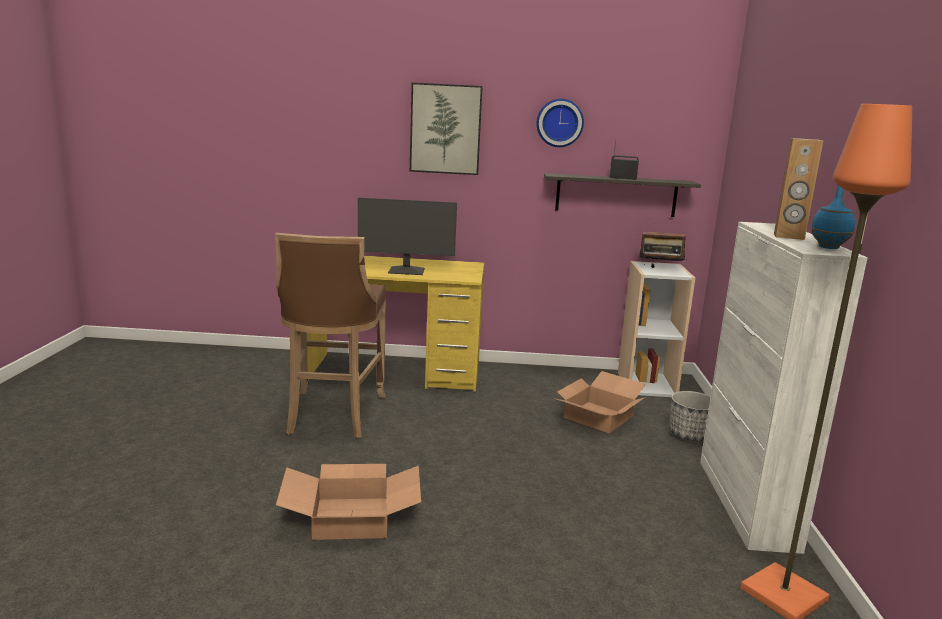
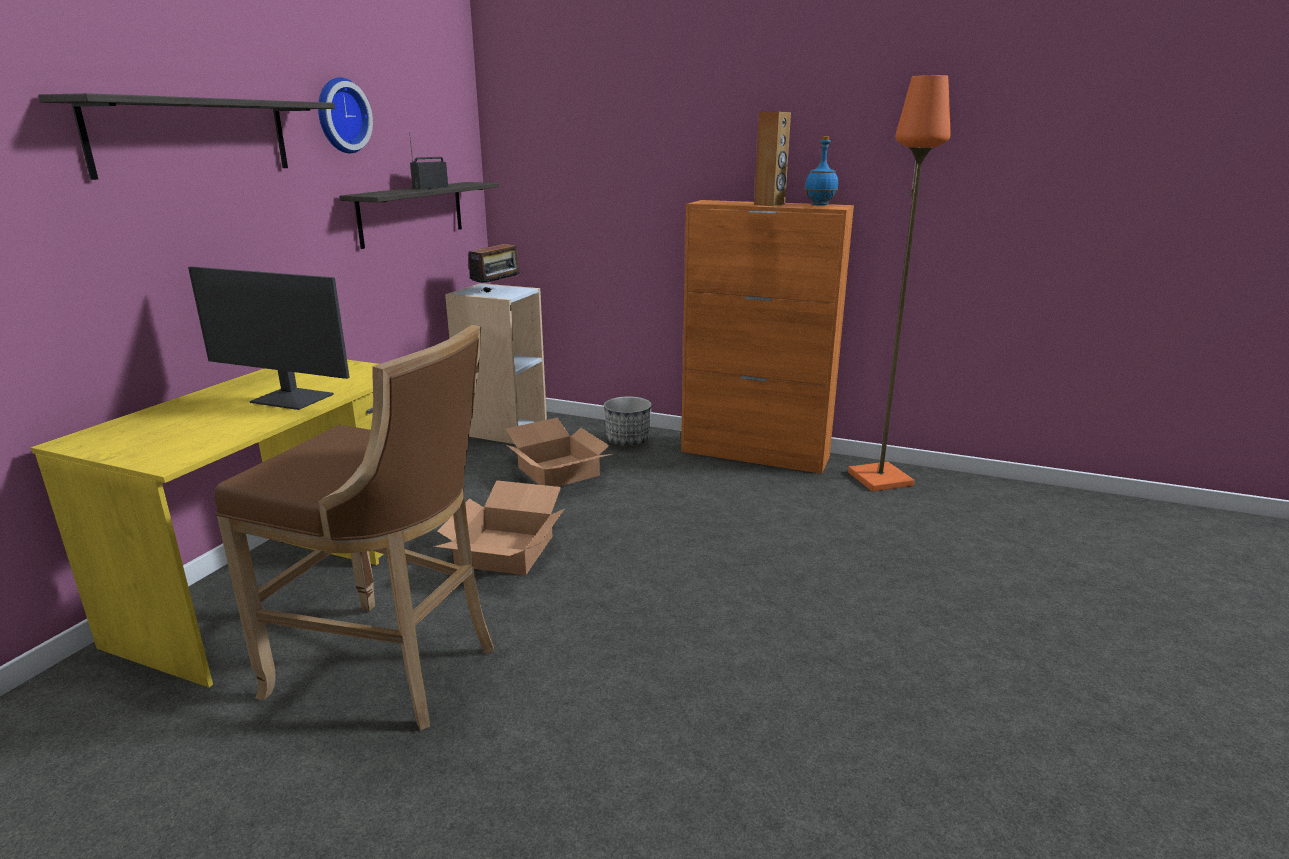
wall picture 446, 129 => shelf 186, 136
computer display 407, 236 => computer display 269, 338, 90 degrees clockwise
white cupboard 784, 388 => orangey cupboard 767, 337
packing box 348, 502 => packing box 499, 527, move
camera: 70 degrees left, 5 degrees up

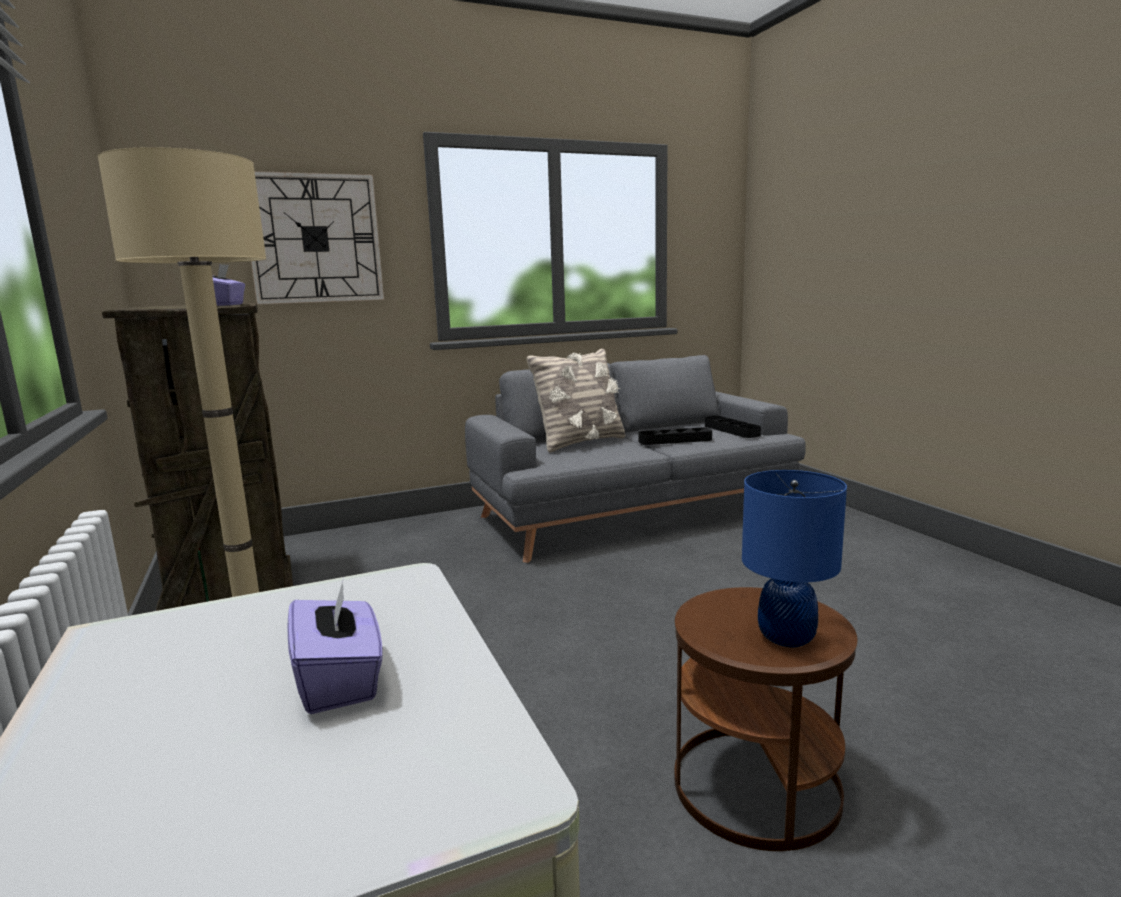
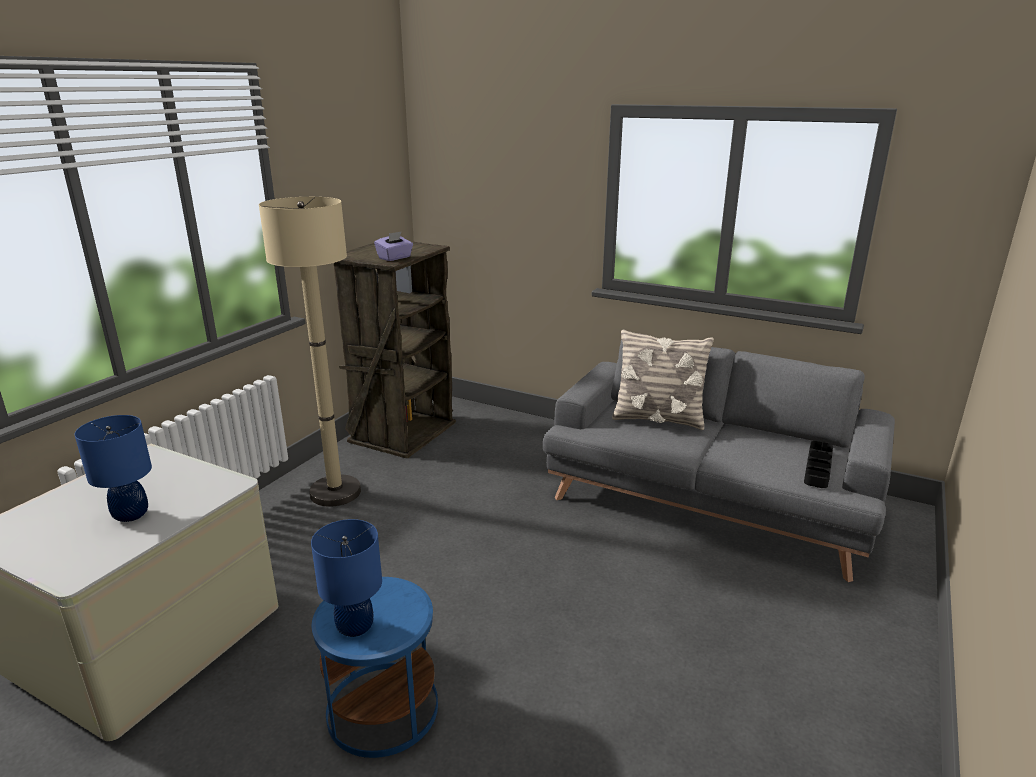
hanging clock 317, 238 => nothing
blackish serving tray 675, 436 => nothing
purple-coloured tissue box 334, 646 => bluish tabletop lamp 113, 468
brownish accent table 765, 719 => bluish accent table 375, 667
camera: 50 degrees right, 10 degrees up

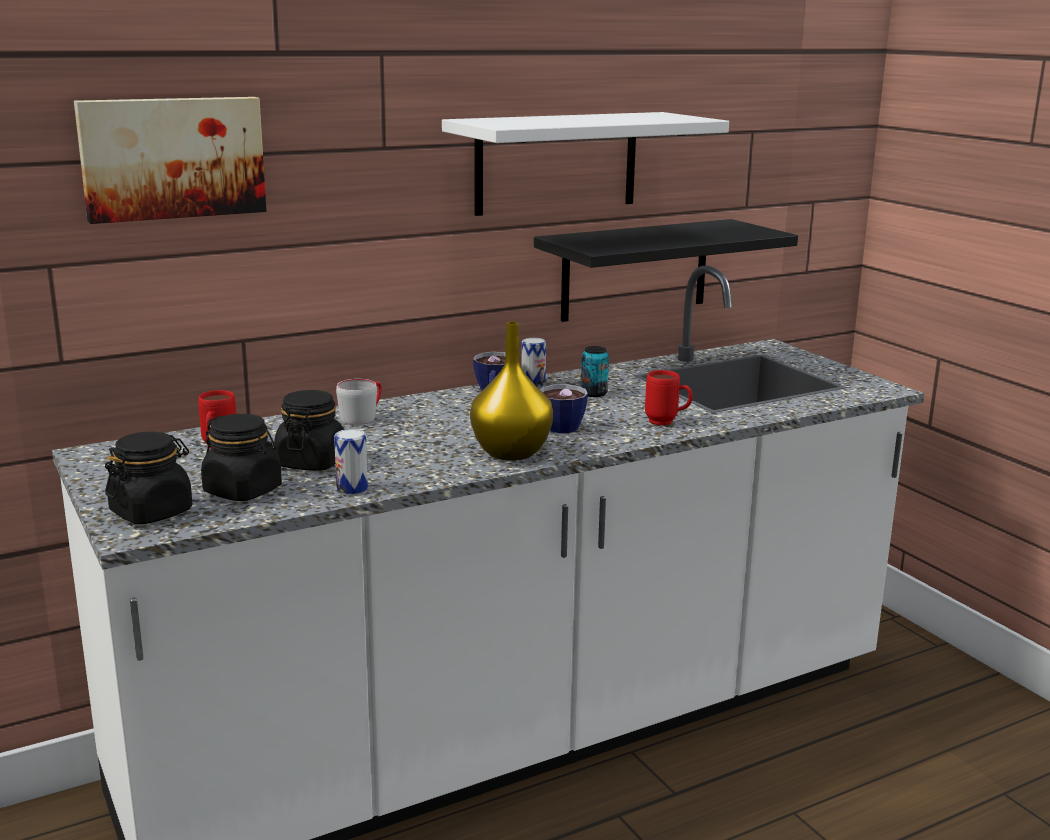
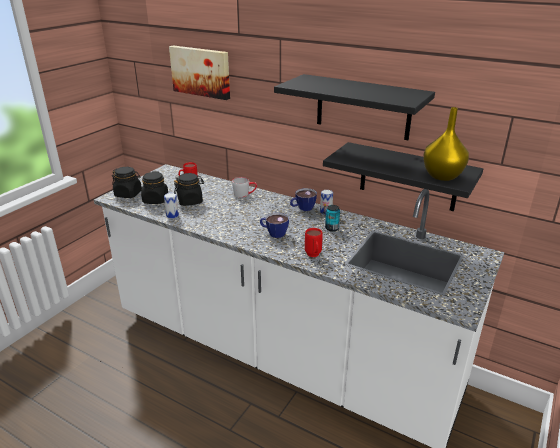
white shelf 585, 164 => blackish shelf 354, 107
yellow-coloured vase 511, 391 => yellow-coloured vase 446, 144, move
camera: 60 degrees right, 10 degrees up

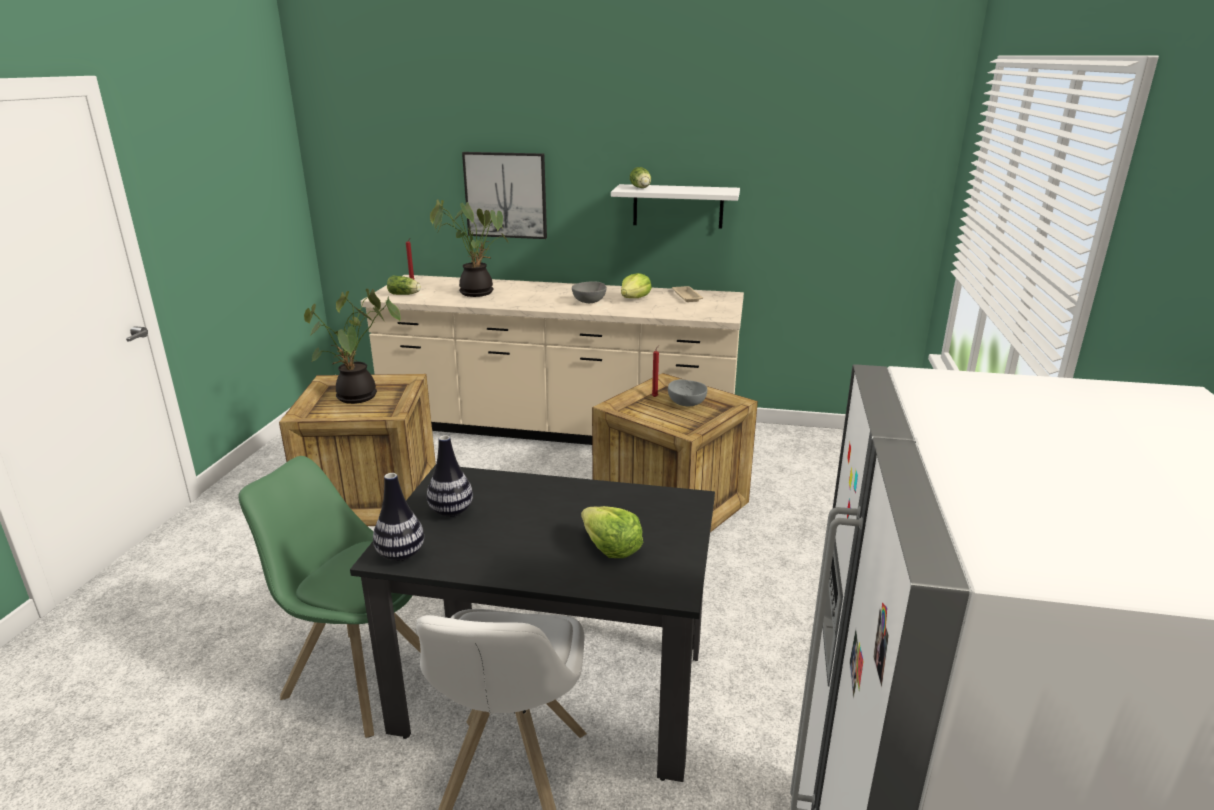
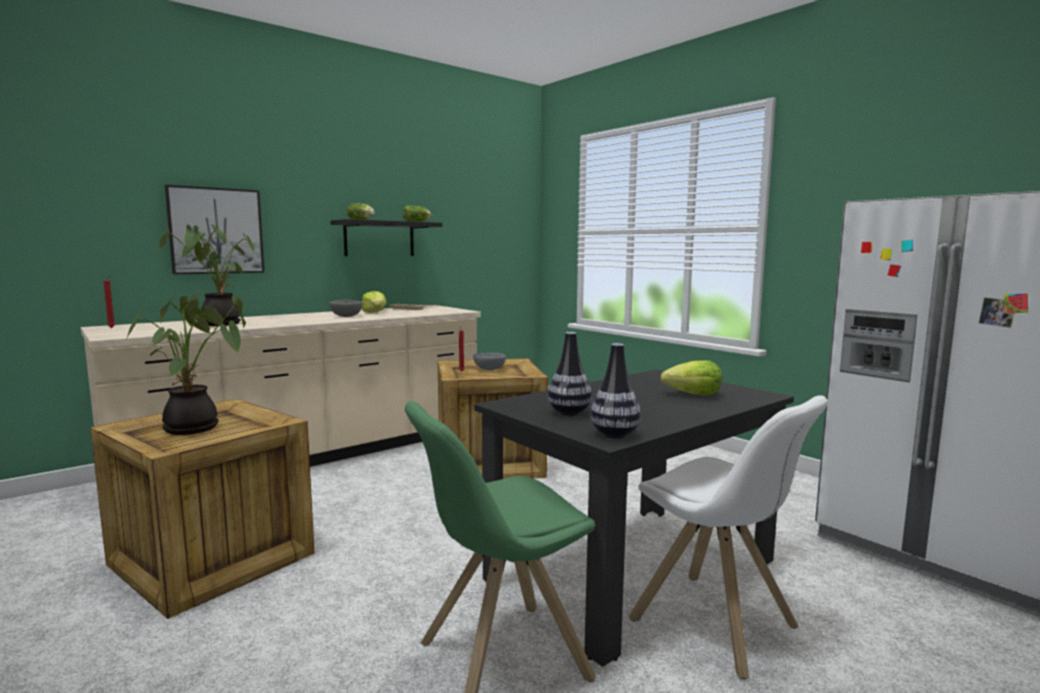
white shelf 675, 206 => blackish shelf 386, 237
head of lettuce 404, 285 => head of lettuce 417, 213, move
camera: 50 degrees left, 15 degrees down

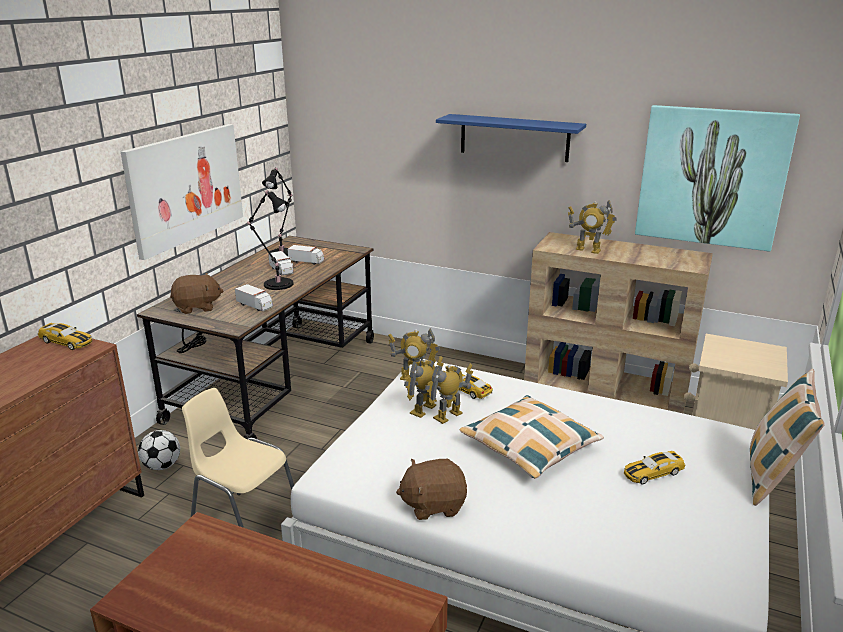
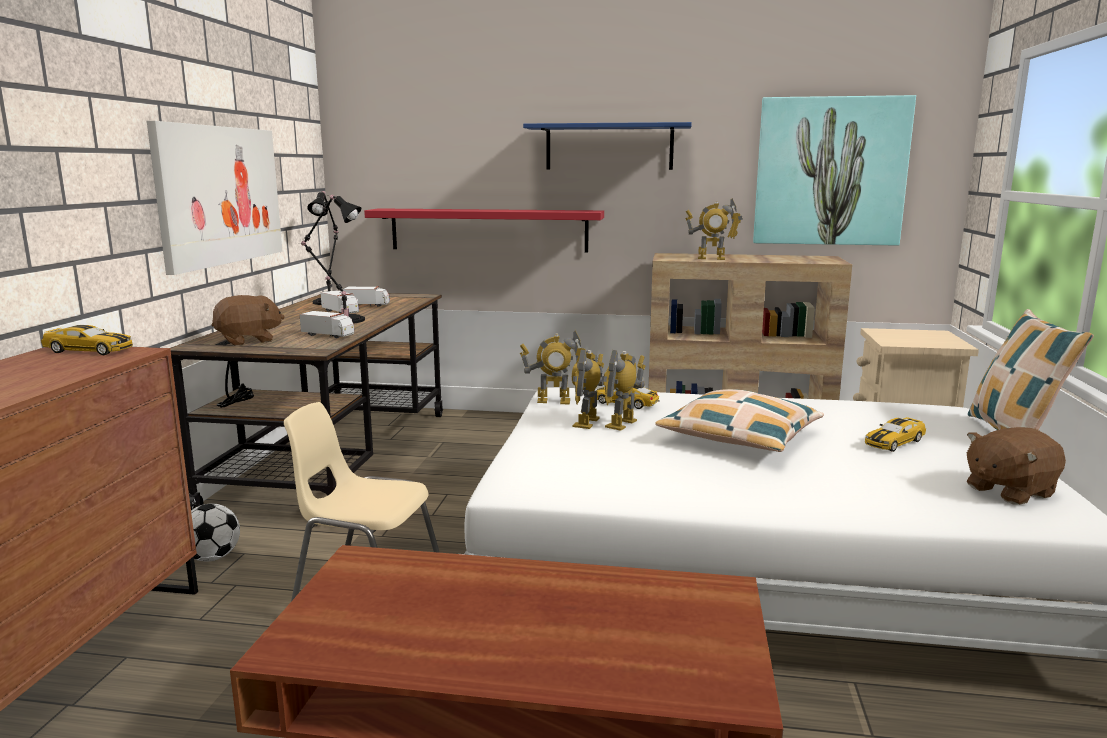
brownish soft toy 431, 489 => brownish soft toy 1016, 466, move
nothing => red shelf 484, 230
camera: 15 degrees left, 10 degrees down

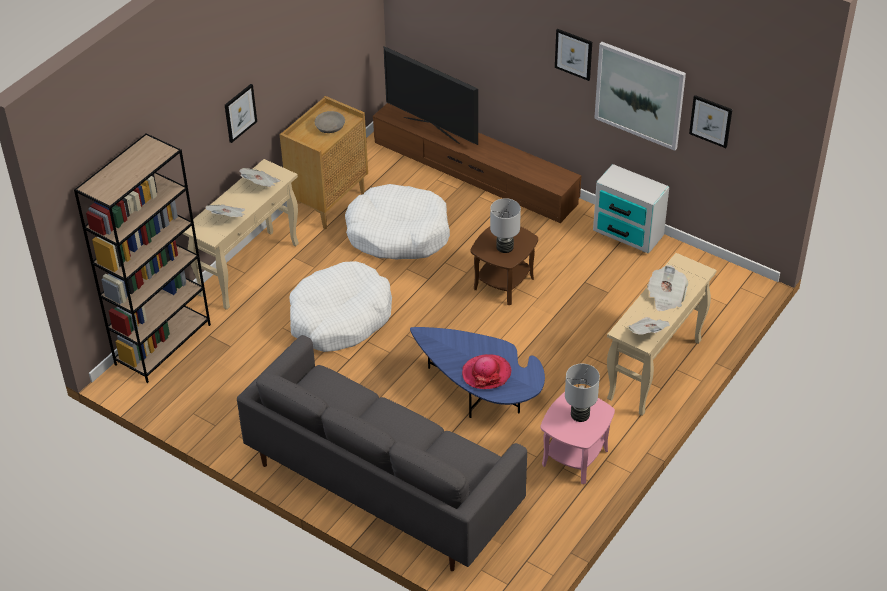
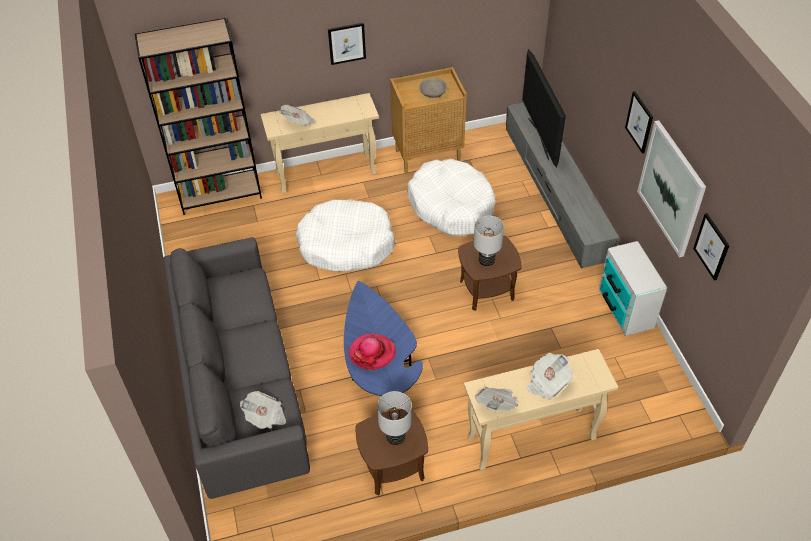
brownish tv stand 477, 163 => greyish tv stand 562, 185
daily paper 259, 177 => daily paper 263, 410, move
pink accent table 577, 438 => brownish accent table 391, 452
camera: 40 degrees right, 5 degrees up

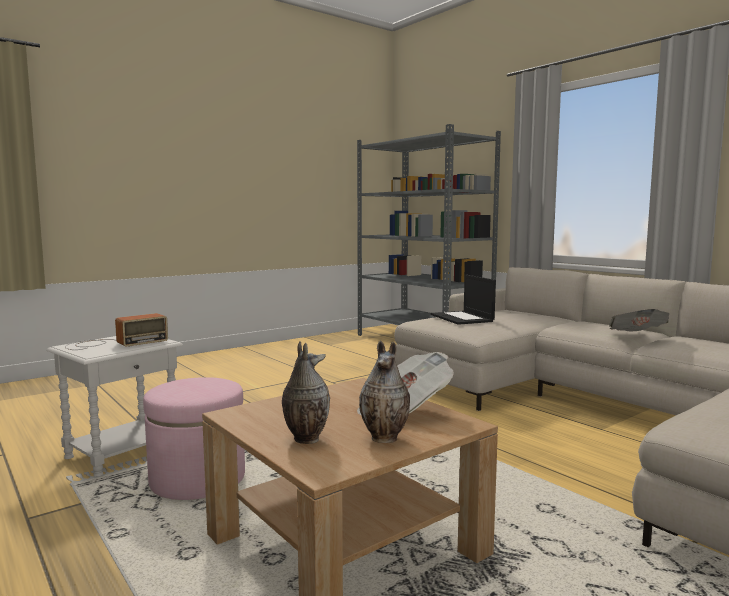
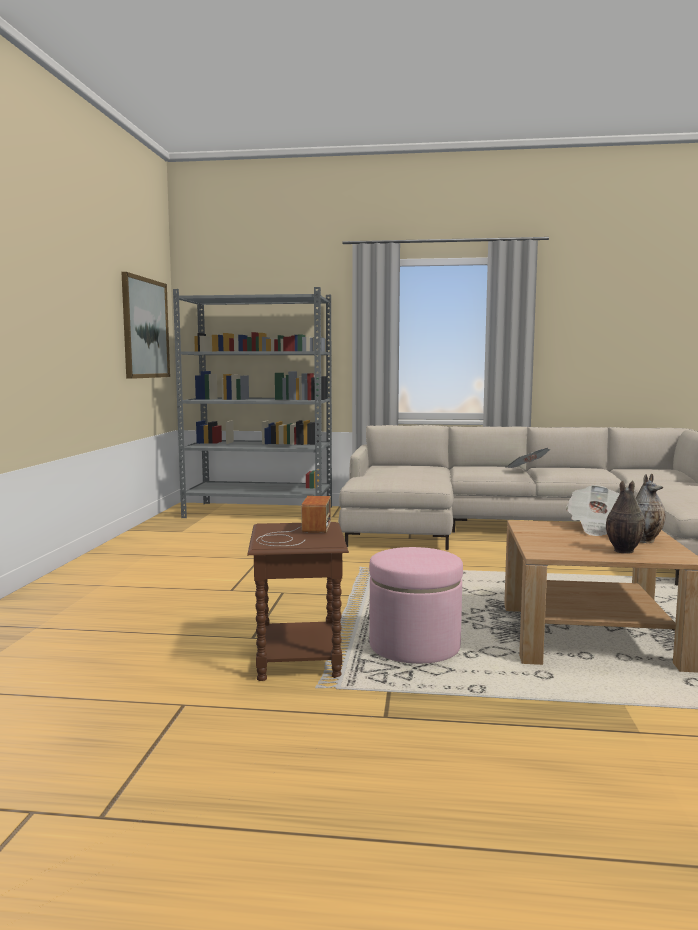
laptop 463, 299 => nothing
white accent table 114, 406 => brownish accent table 298, 601
nothing => wall picture 145, 325
camera: 45 degrees left, 0 degrees up

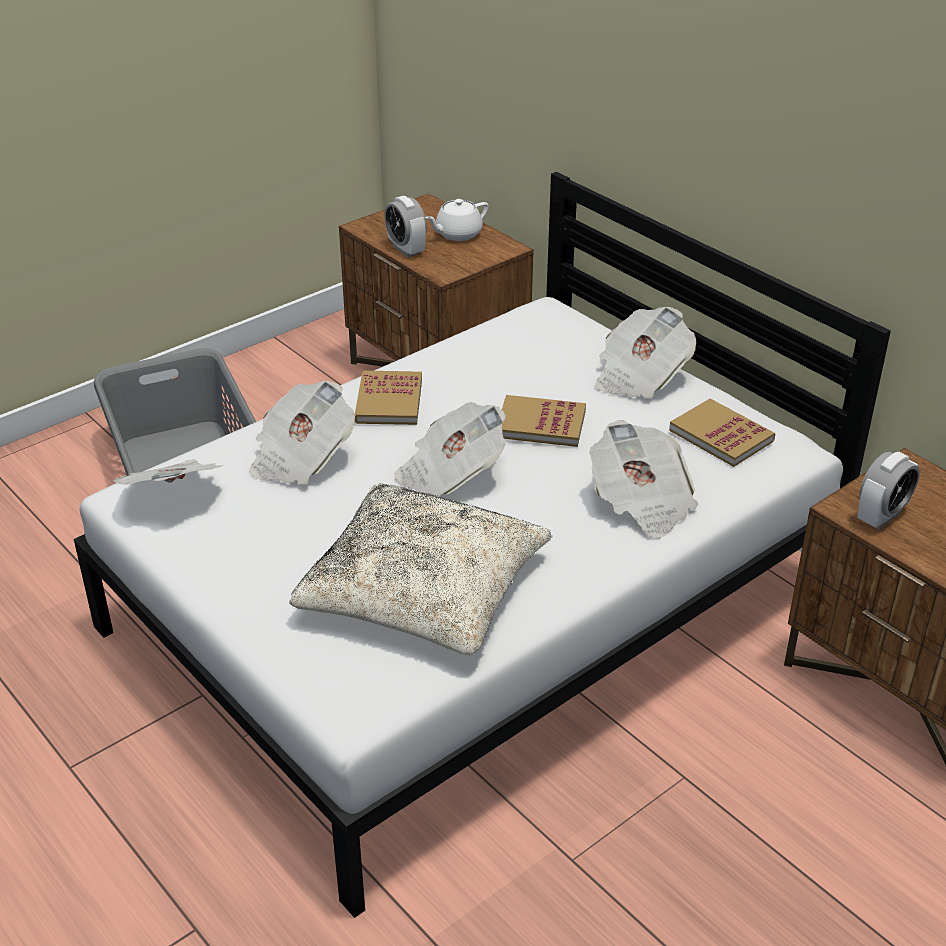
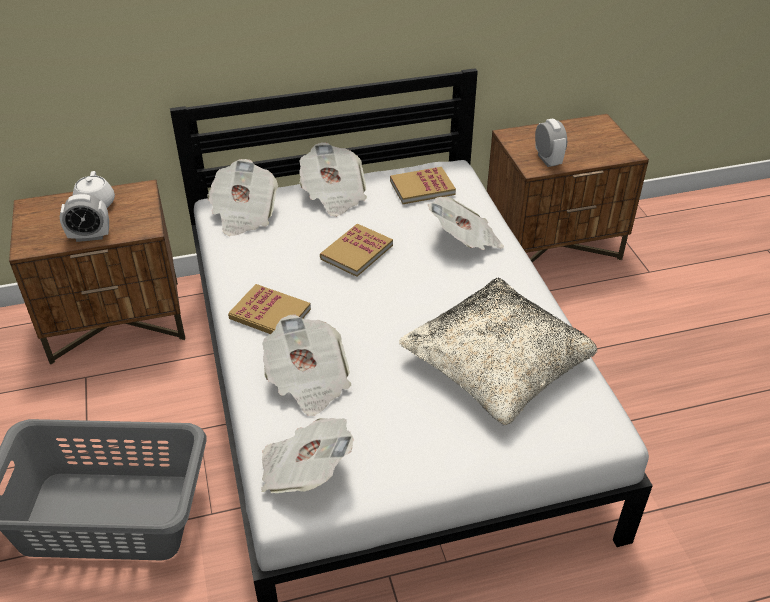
daily paper 450, 449 => daily paper 242, 197, move
camera: 65 degrees left, 5 degrees up

